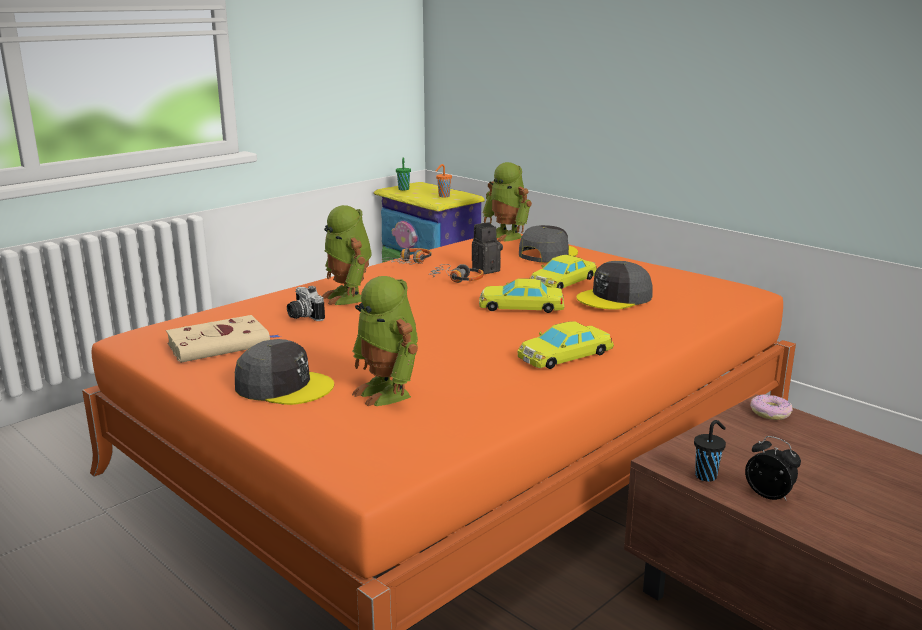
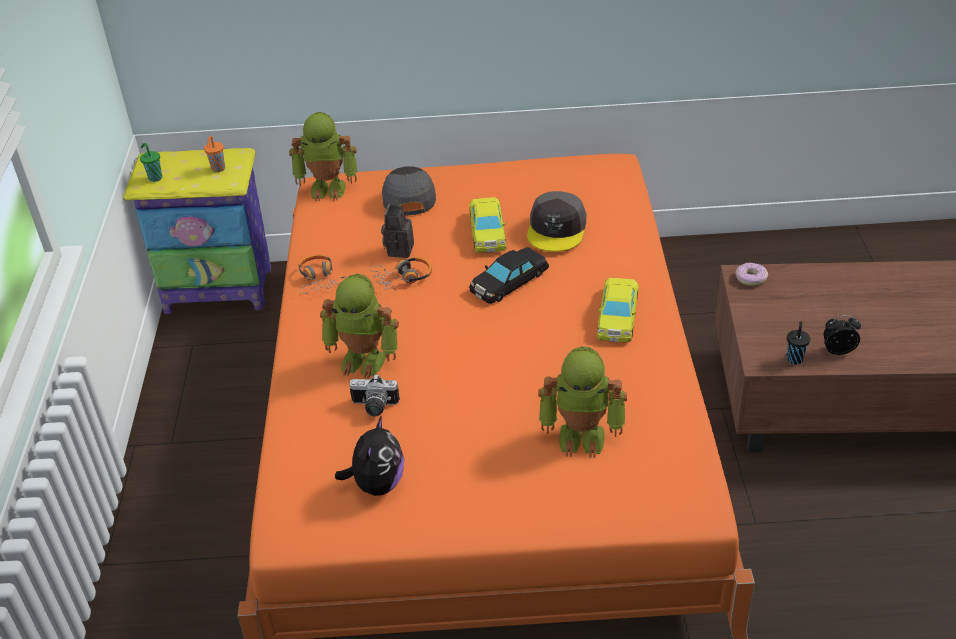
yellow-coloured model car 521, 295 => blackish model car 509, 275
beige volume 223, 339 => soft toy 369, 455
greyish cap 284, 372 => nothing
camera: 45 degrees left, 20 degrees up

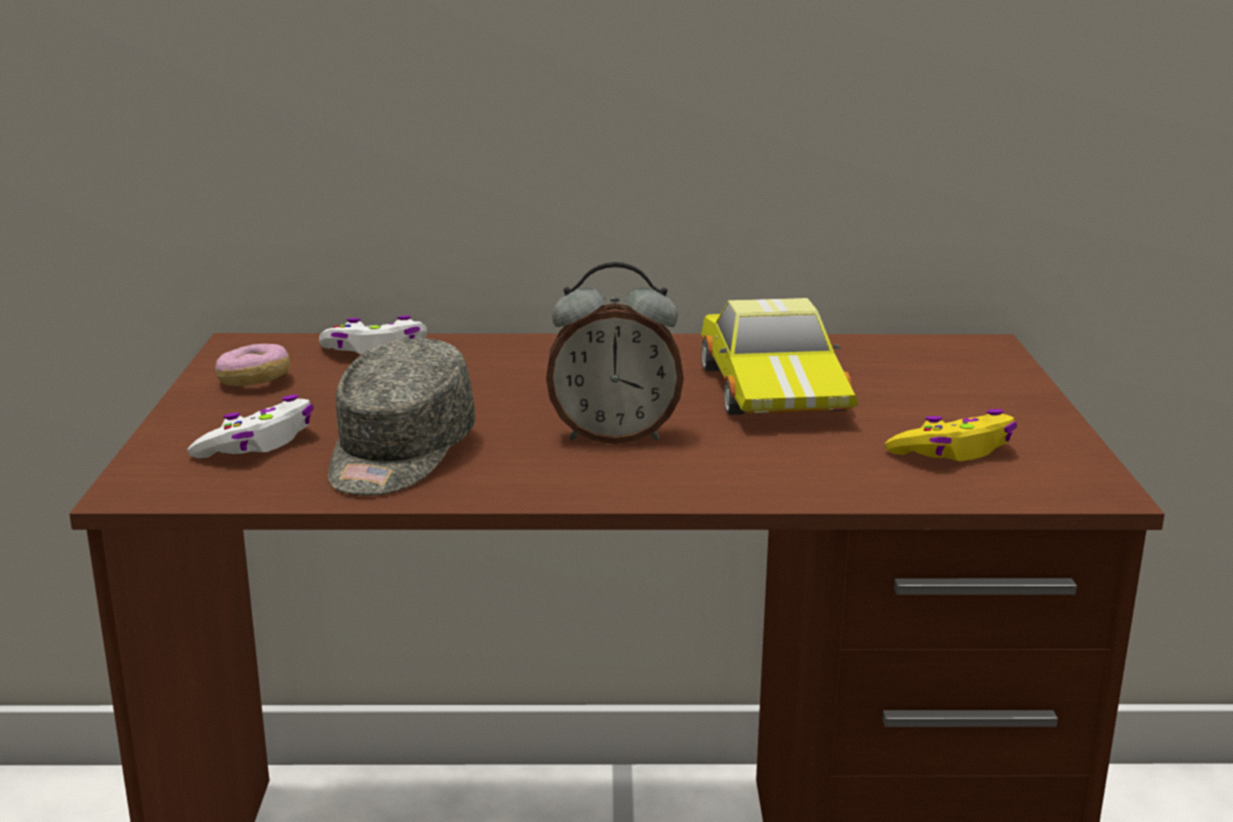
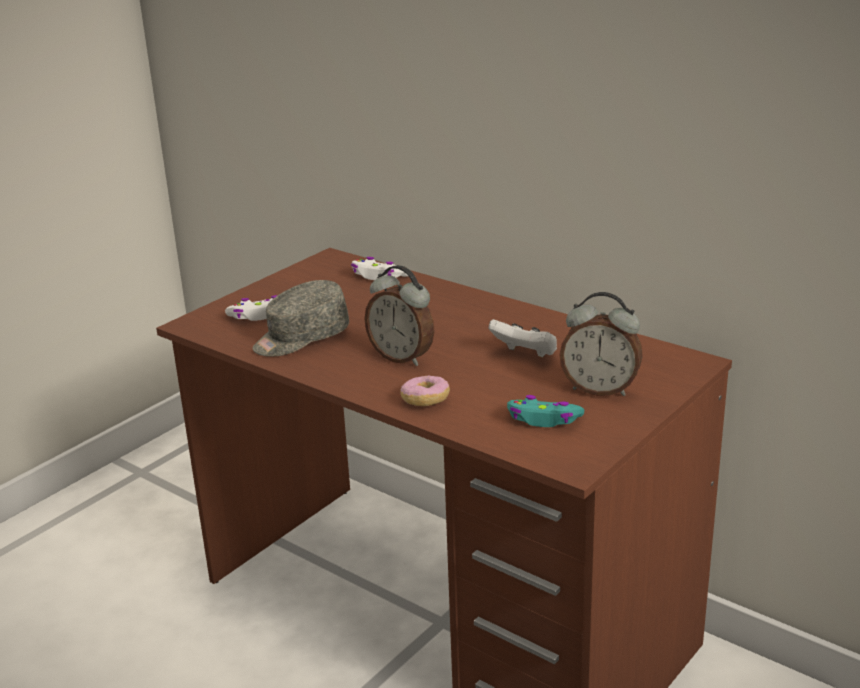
model car 779, 356 => white gamepad 522, 338
donut 252, 365 => donut 425, 391, move
yellow-coloured gamepad 951, 435 => turquoise-coloured gamepad 545, 411
nothing => bedside clock 601, 344
camera: 40 degrees right, 5 degrees up

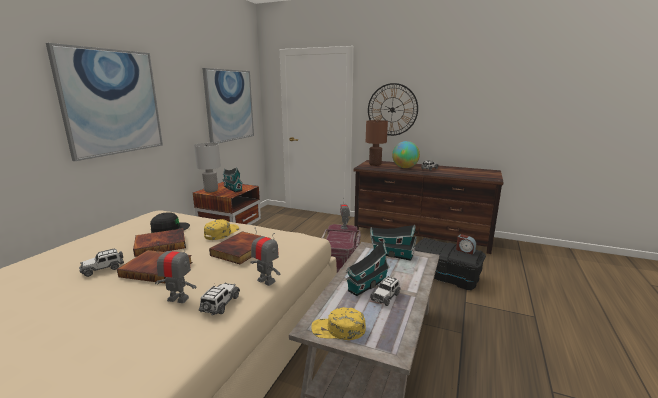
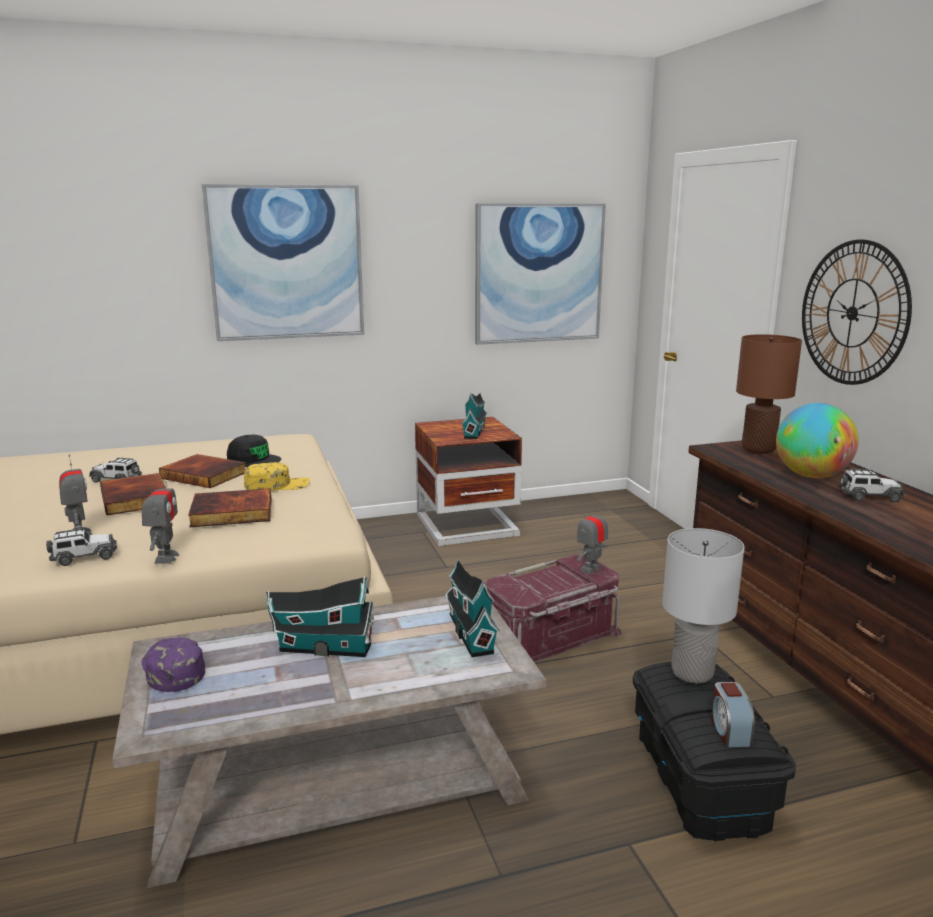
greyish tabletop lamp 207, 167 => greyish tabletop lamp 703, 606, move
model car 385, 291 => nothing
yellow-coloured cap 338, 323 => purple-coloured cap 173, 664
camera: 50 degrees right, 0 degrees up

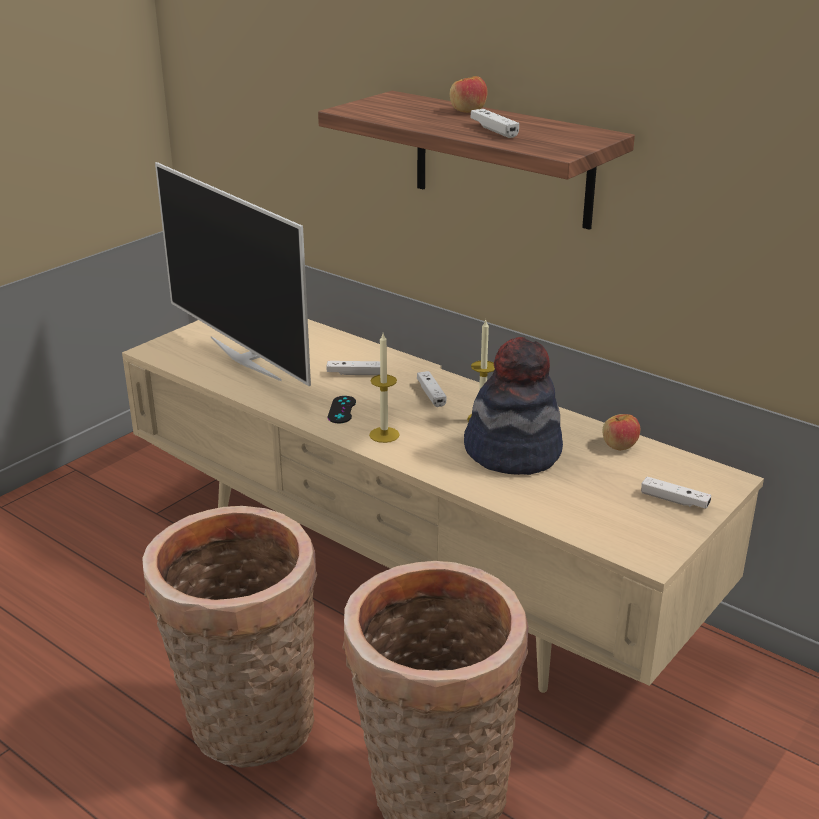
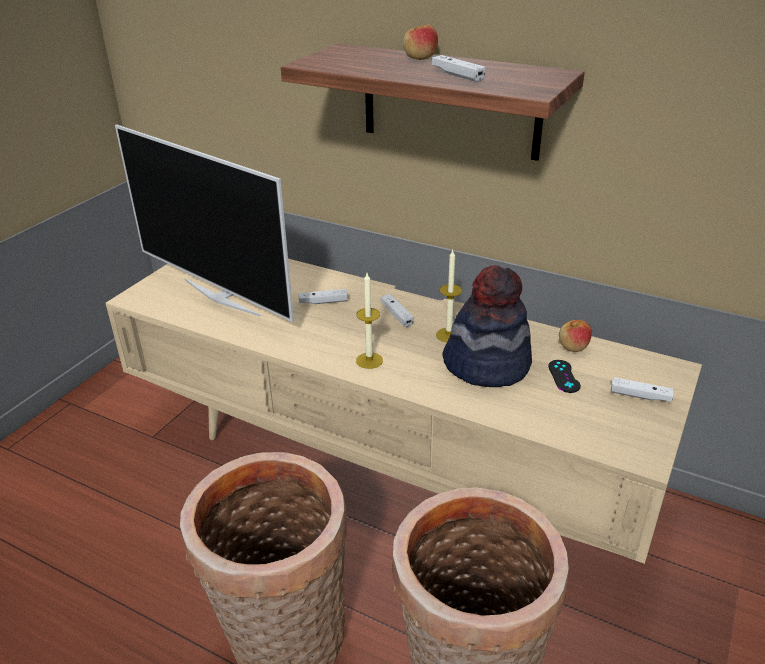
blackish gamepad 342, 409 => blackish gamepad 564, 376, move
camera: 10 degrees left, 5 degrees up

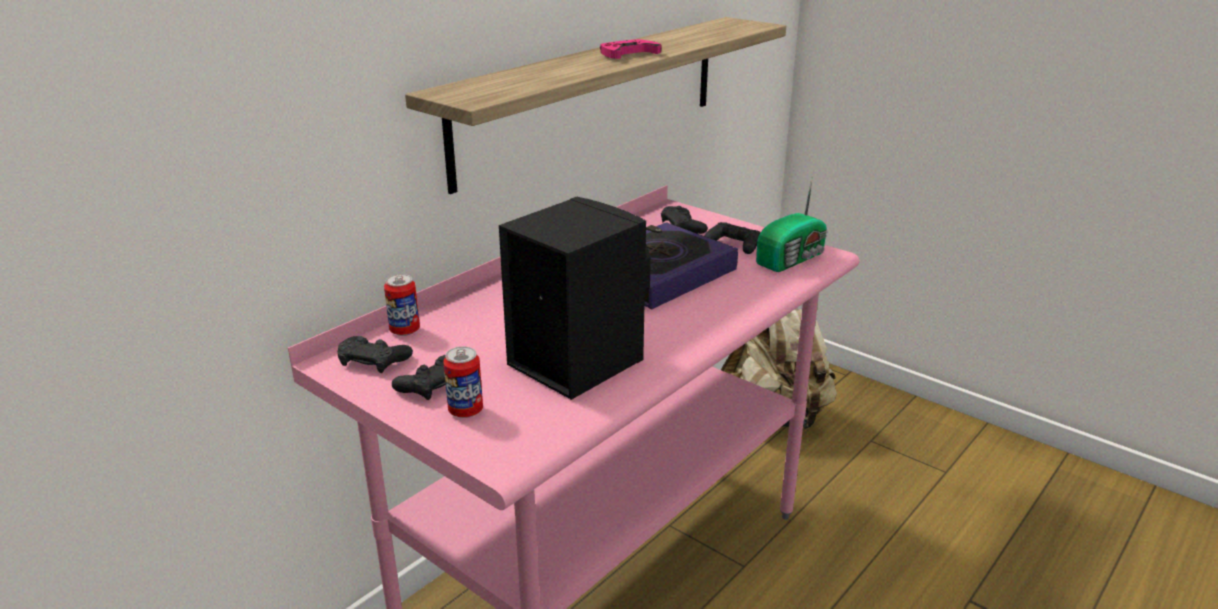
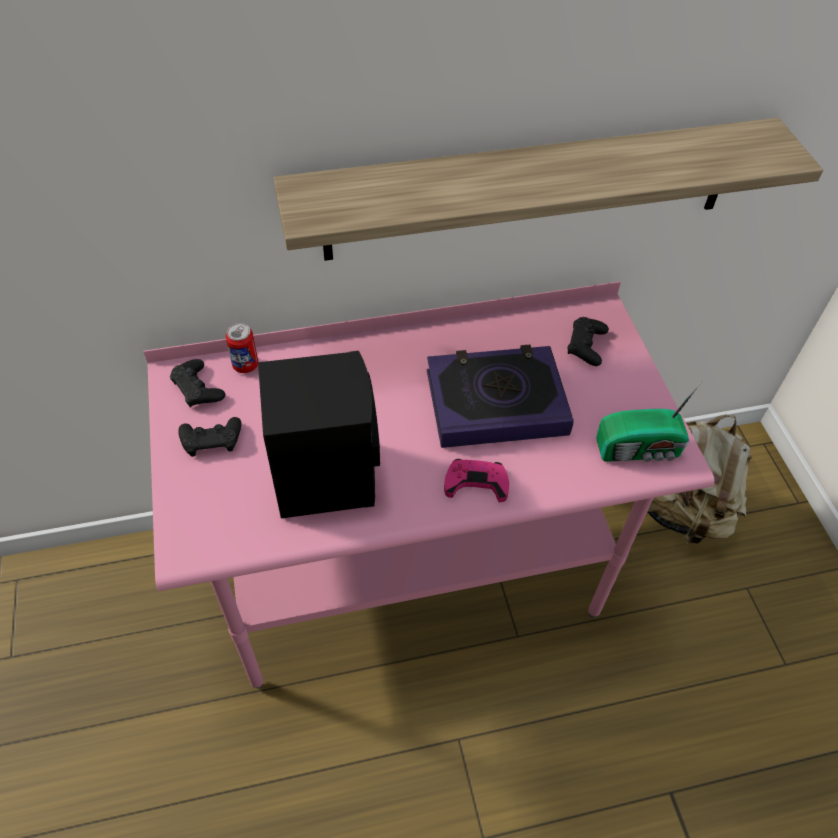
pink gamepad 631, 49 => pink gamepad 476, 480, move
blackish gamepad 732, 238 => nothing
sealed can 463, 382 => nothing
camera: 35 degrees right, 25 degrees up

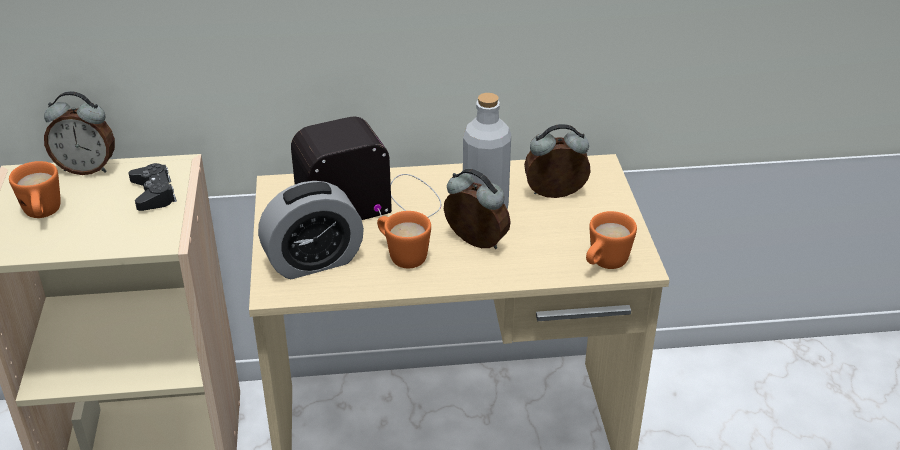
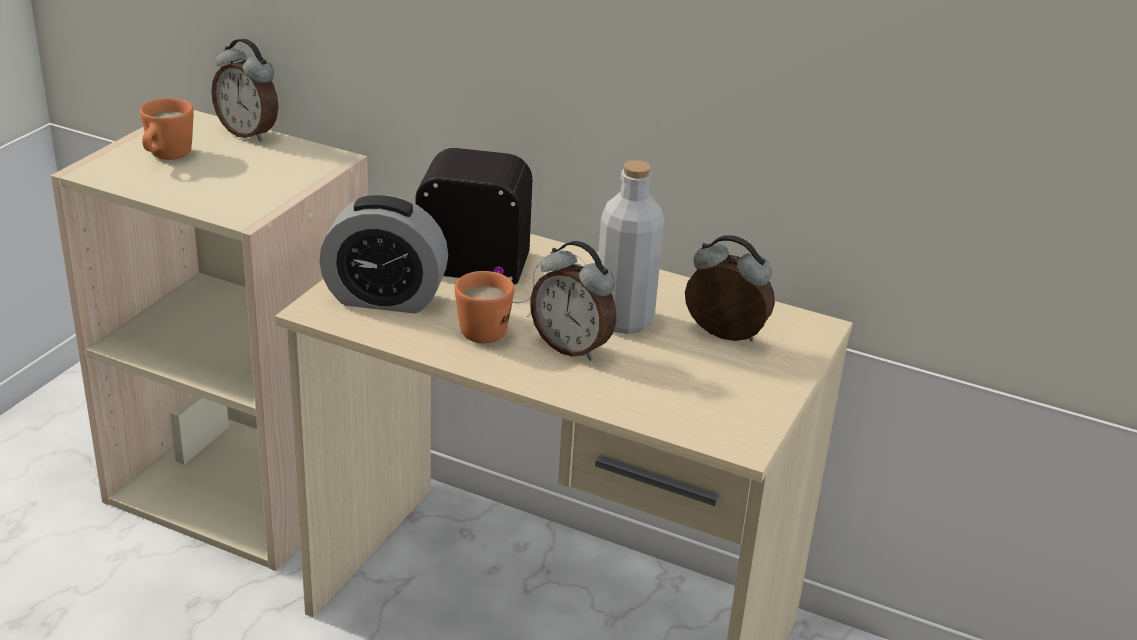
blackish gamepad 152, 187 => nothing
bedside clock 477, 209 => bedside clock 573, 301, 150 degrees clockwise
orangey tea mug 611, 240 => nothing
camera: 30 degrees right, 5 degrees down

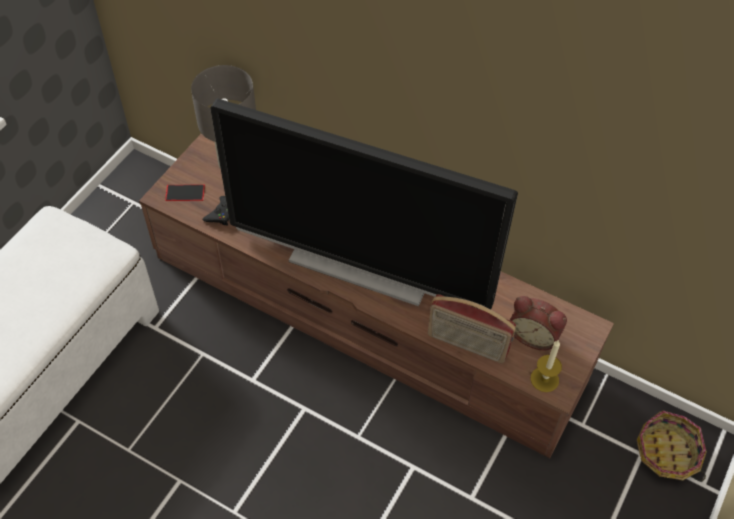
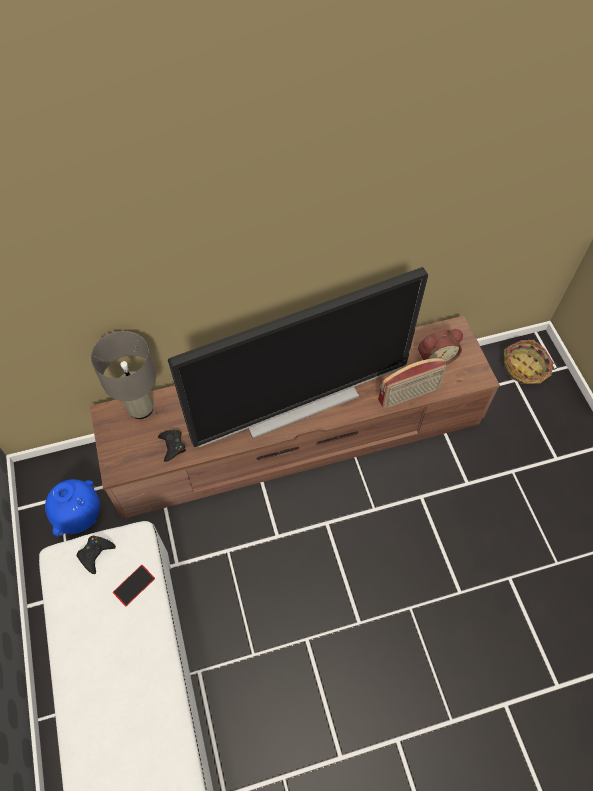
phone 185, 192 => phone 134, 586, move
wax light 546, 366 => nothing
nothing => bluish vase 72, 507
nothing => blackish gamepad 96, 555
camera: 45 degrees left, 5 degrees up

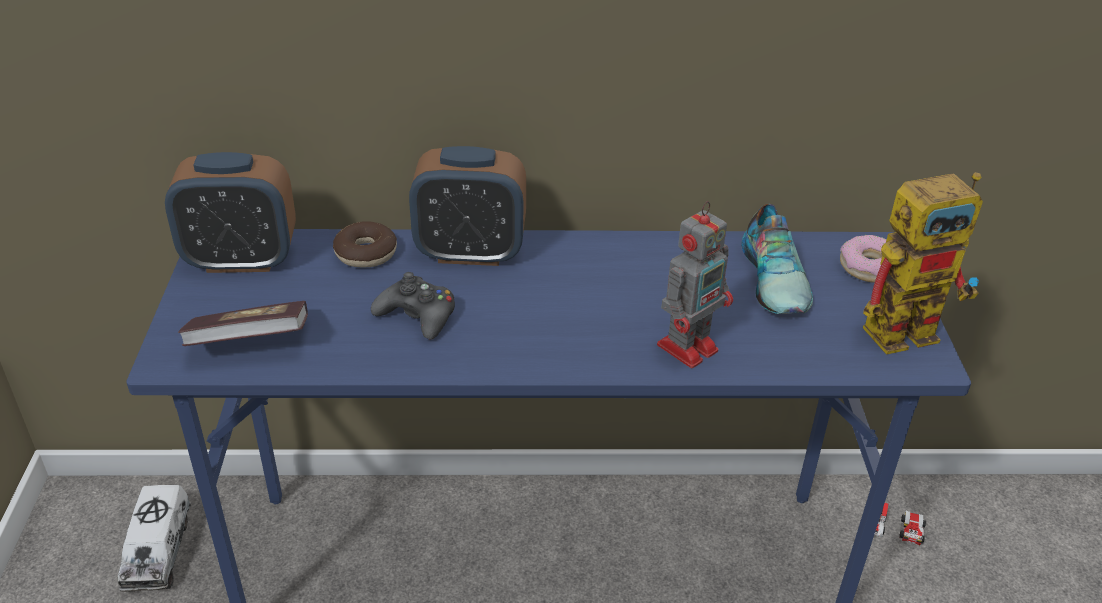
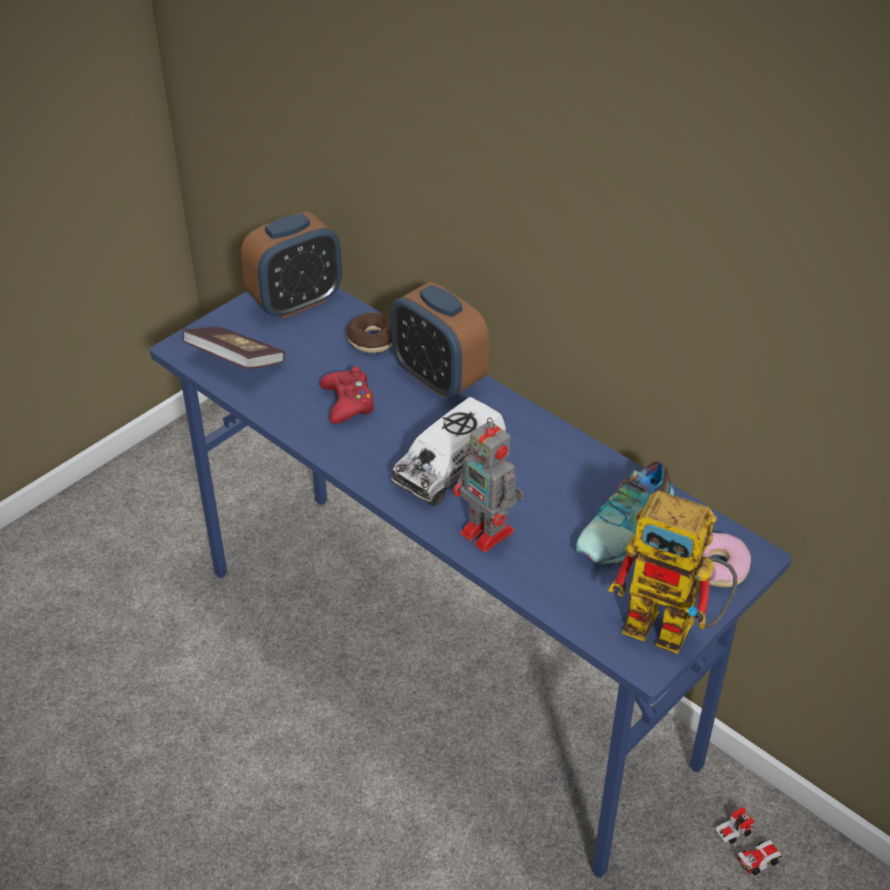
bedside clock 230, 212 => bedside clock 291, 265, 75 degrees counterclockwise
robot figure 695, 284 => robot figure 488, 485, 45 degrees clockwise
blackish gamepad 413, 306 => red gamepad 348, 395
toy truck 154, 538 => toy truck 448, 451, move
camera: 45 degrees right, 5 degrees up

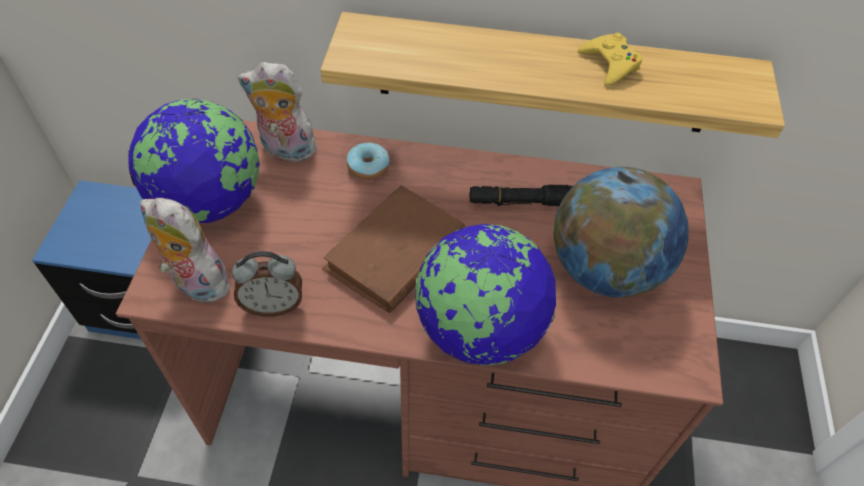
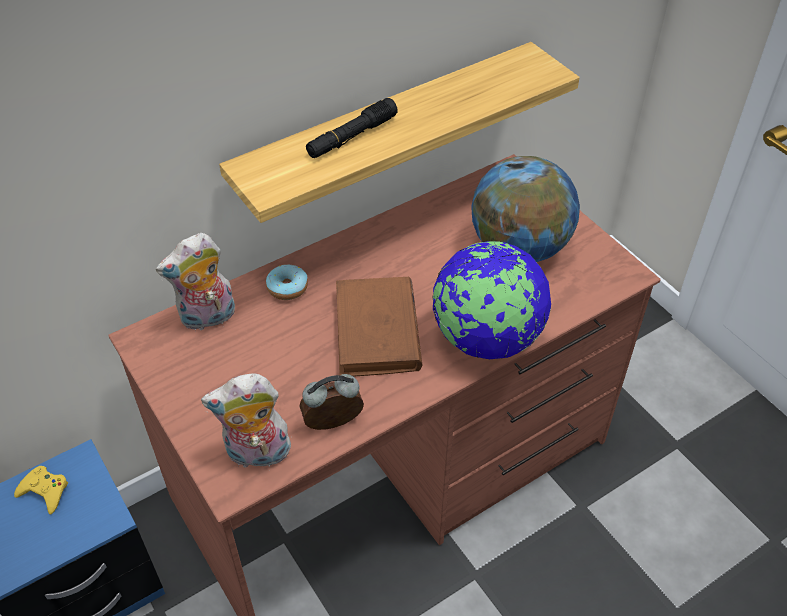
yellow-coloured gamepad 610, 59 => yellow-coloured gamepad 41, 490, move
world globe 194, 161 => nothing
blackish flashlight 521, 195 => blackish flashlight 352, 128, move
bedside clock 267, 284 => bedside clock 331, 402, 150 degrees counterclockwise
camera: 40 degrees left, 5 degrees down

